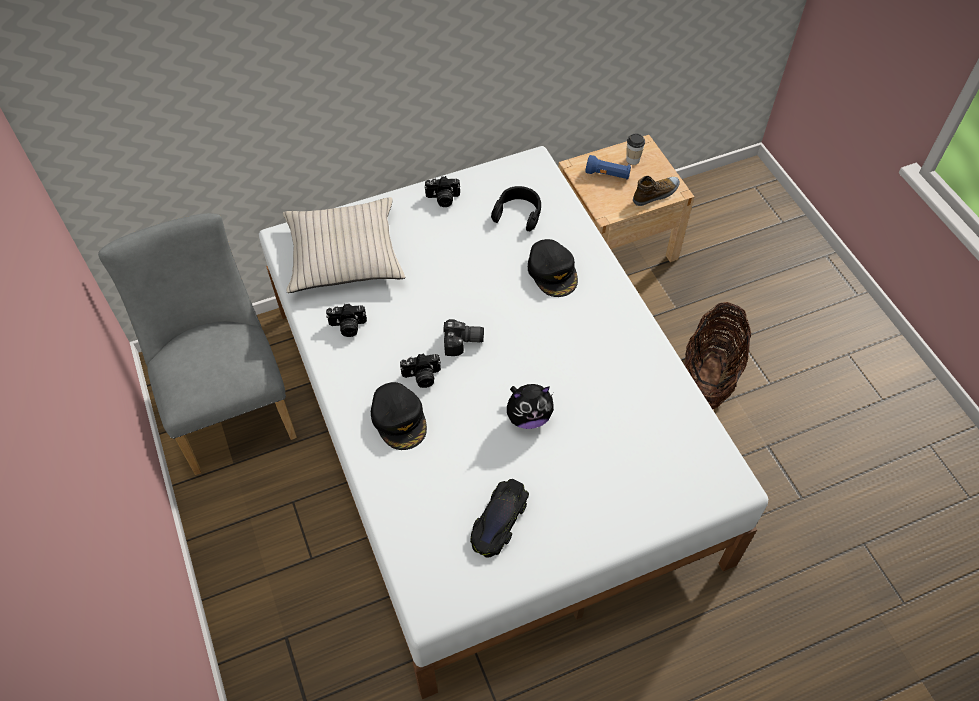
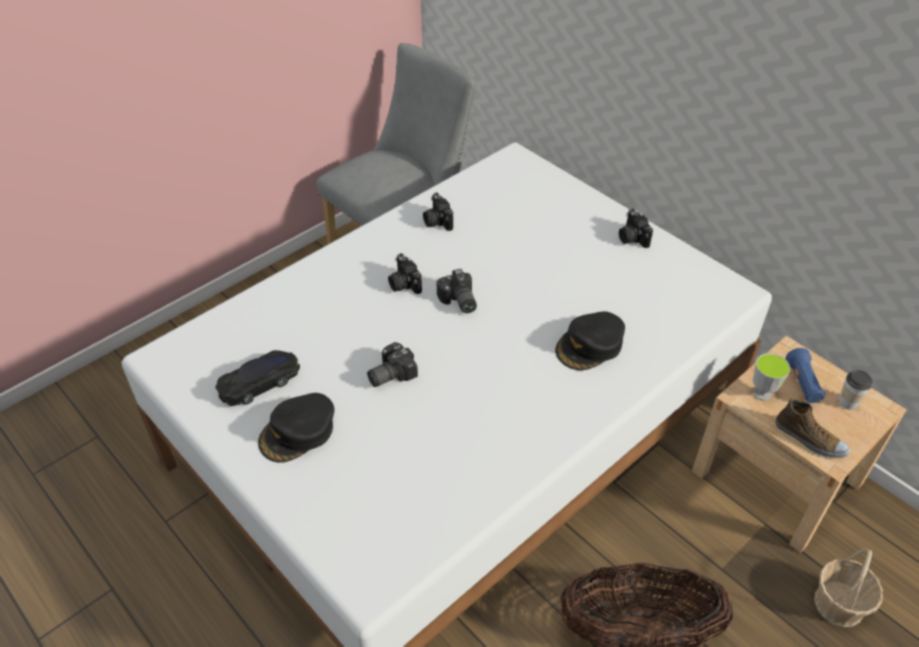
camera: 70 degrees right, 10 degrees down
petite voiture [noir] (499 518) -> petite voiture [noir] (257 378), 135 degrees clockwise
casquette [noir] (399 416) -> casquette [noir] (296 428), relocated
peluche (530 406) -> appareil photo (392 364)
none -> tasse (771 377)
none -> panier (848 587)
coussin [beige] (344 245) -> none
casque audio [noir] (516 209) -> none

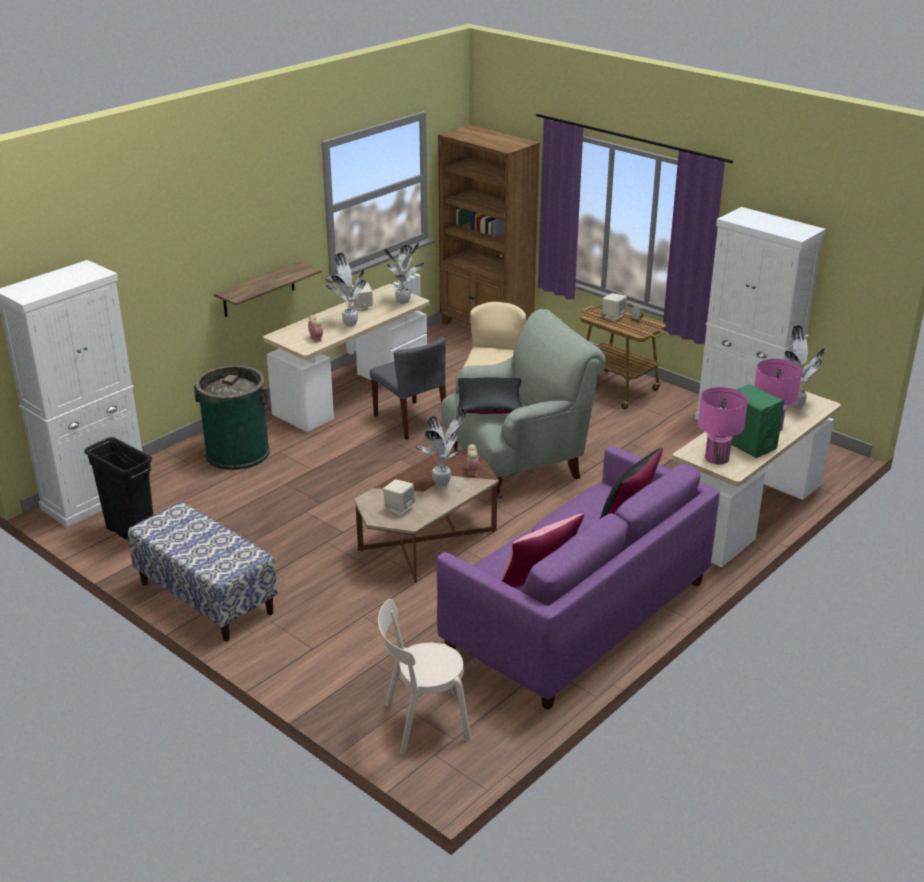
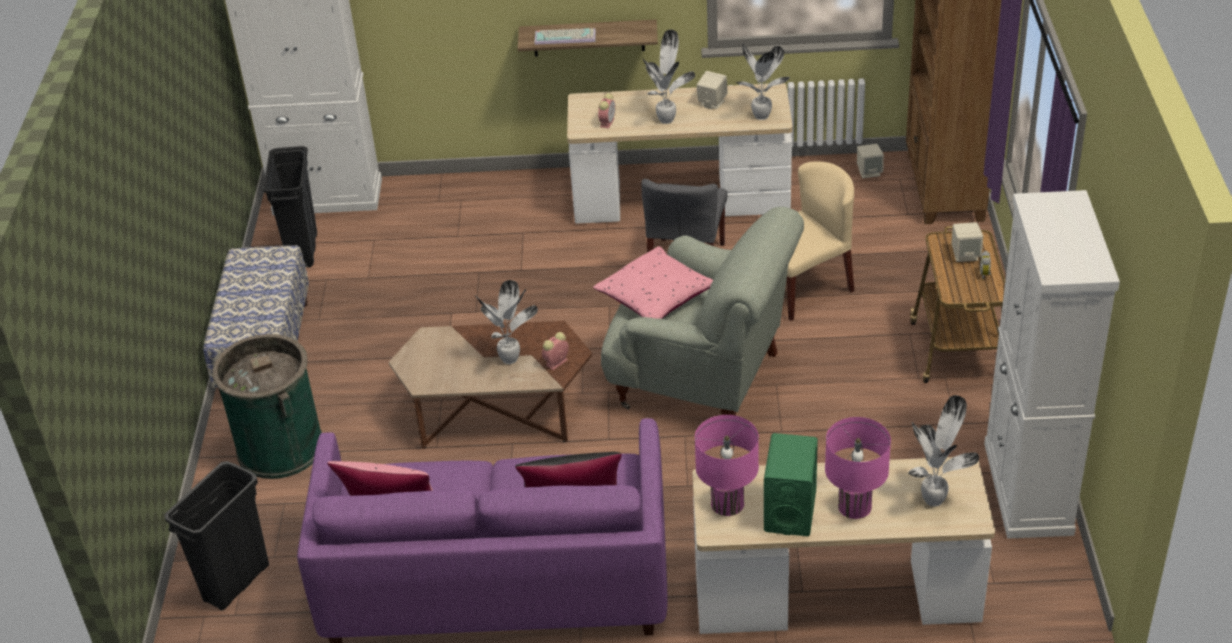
camera: 50 degrees right, 10 degrees up
chaise [beige] (424 677) -> poubelle [noir] (216 536)
poubelle [vert] (232 417) -> poubelle [vert] (267 406), relocated
none -> clavier (565 36)
coussin [noir] (490 396) -> coussin [rose] (653 282)
enceinte [beige] (399 497) -> enceinte [beige] (870 161), relocated

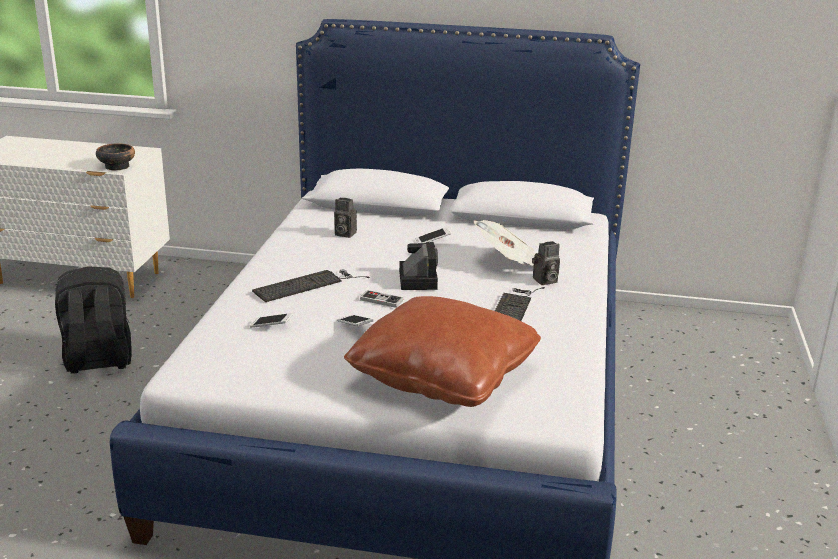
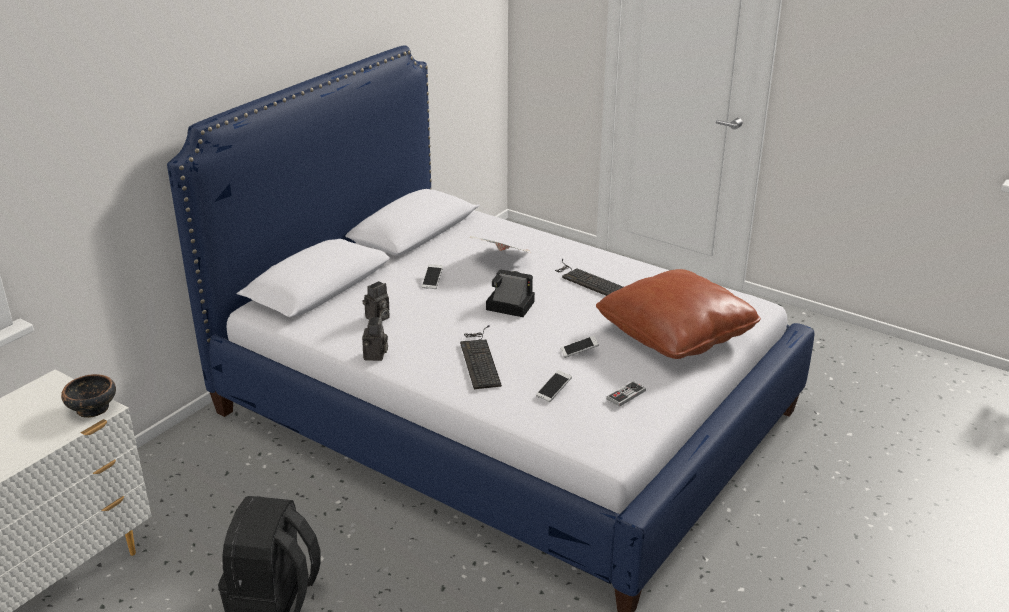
camera: 65 degrees left, 5 degrees up
appareil photo (546 263) -> appareil photo (375 338), relocated
manette (381 299) -> manette (626 394), relocated

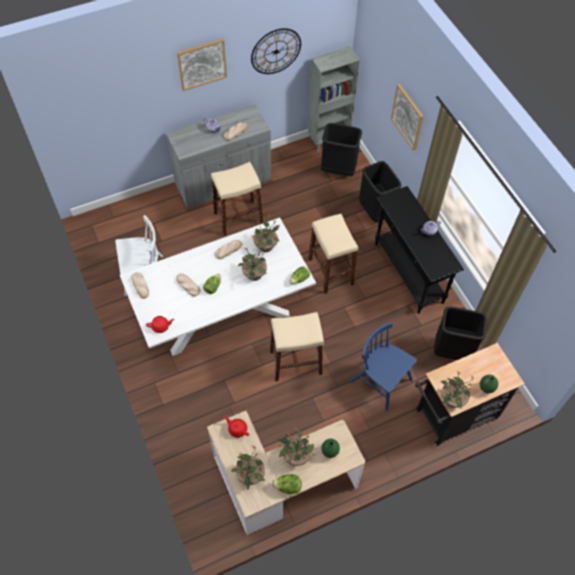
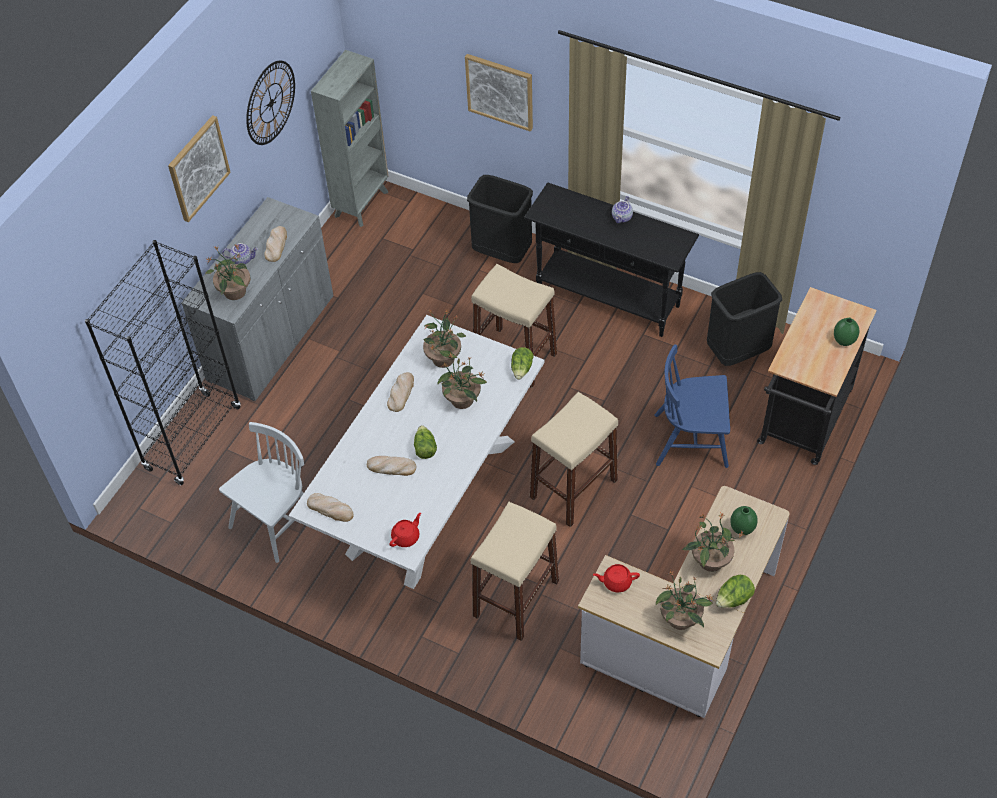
camera: 35 degrees left, 5 degrees down
none -> bibliothèque [noir] (163 362)
plante en pot (458 390) -> plante en pot (228 272), relocated
tabouret [beige] (237 199) -> tabouret [beige] (515 571), relocated
poubelle [noir] (341 149) -> none

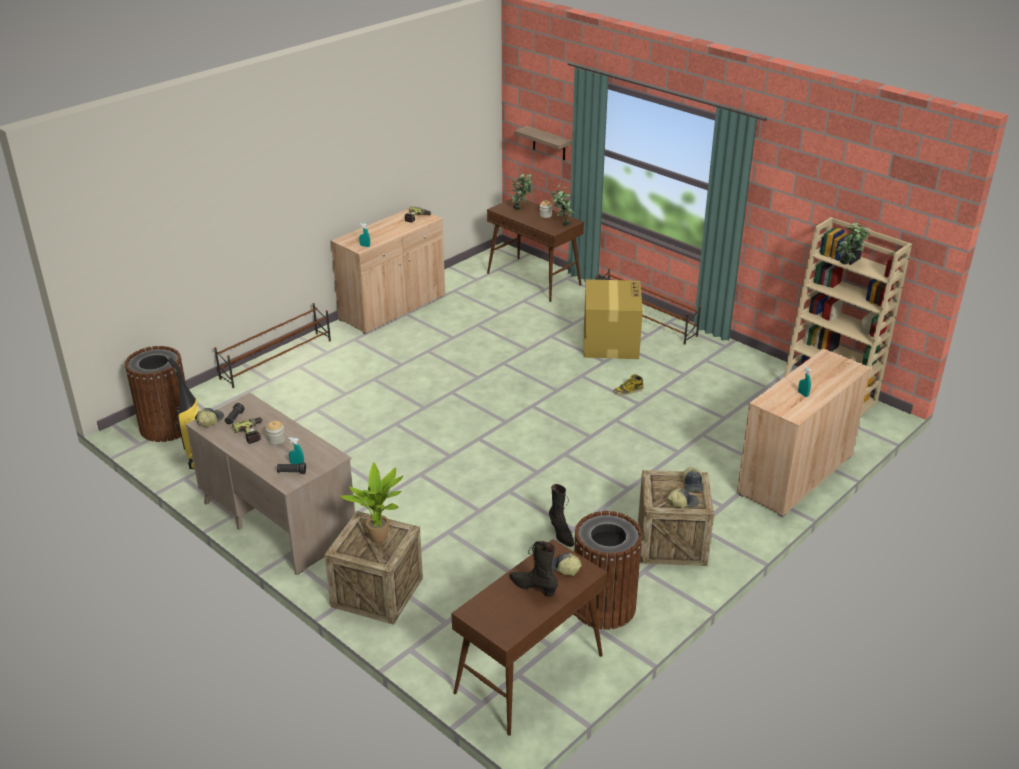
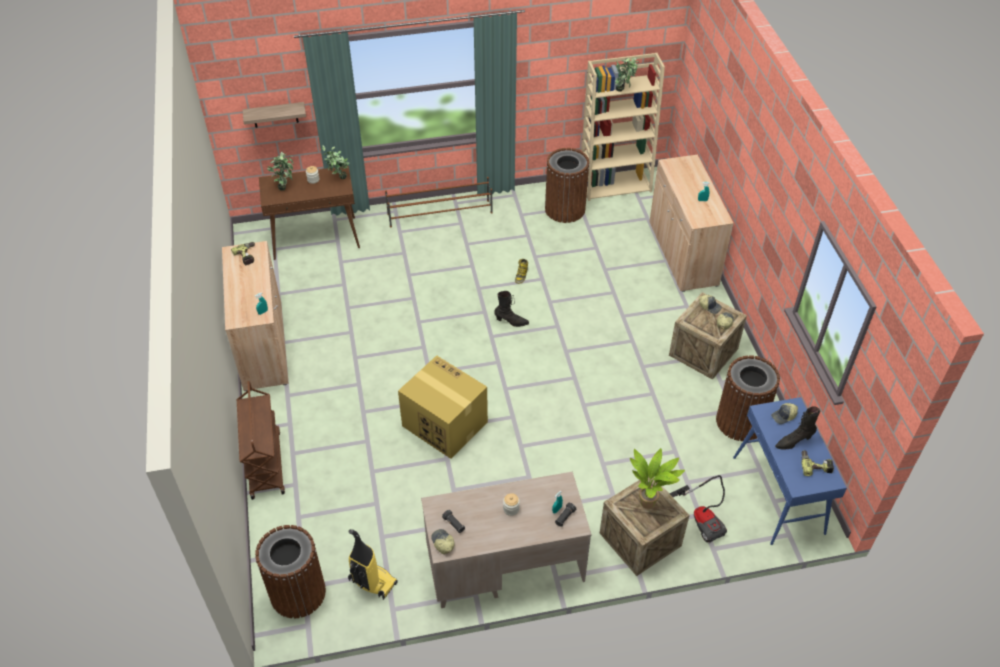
camera: 55 degrees left, 15 degrees up
étagère à chaussures [marron] (272 345) -> chariot [marron] (261 440)
carton (613 319) -> carton (443 407), relocated
botte [noir] (561 515) -> botte [noir] (511 309), relocated
none -> poubelle [marron] (567 185)
none -> aspirateur (698 509)
table console [marron] (529 637) -> table console [bleu] (790 471)
perceuse (247 430) -> perceuse (817 463), relocated

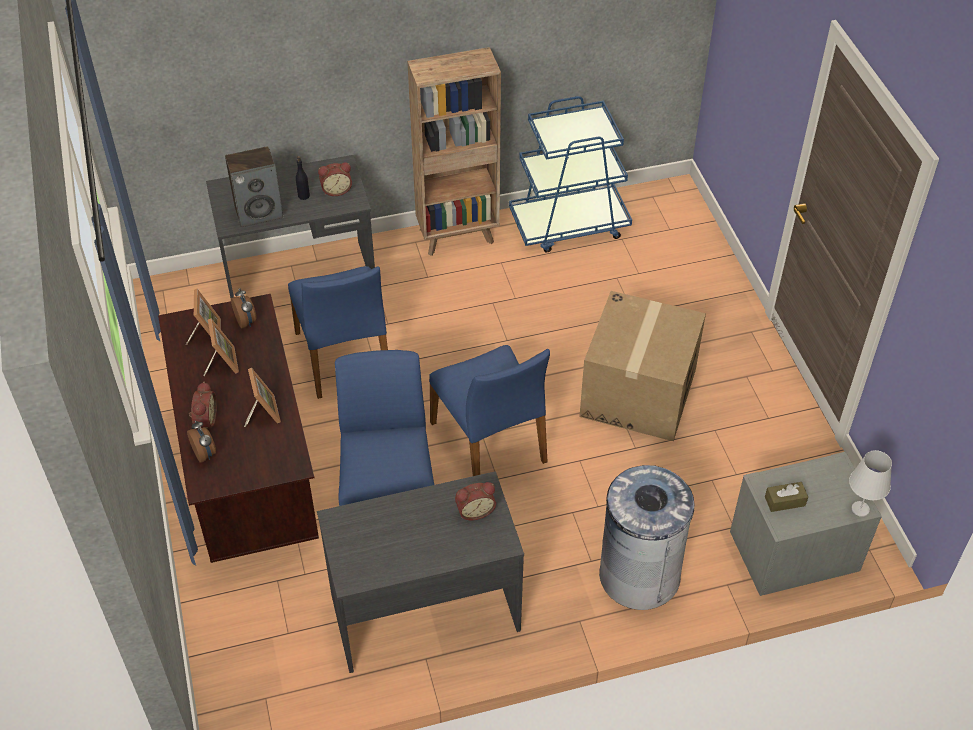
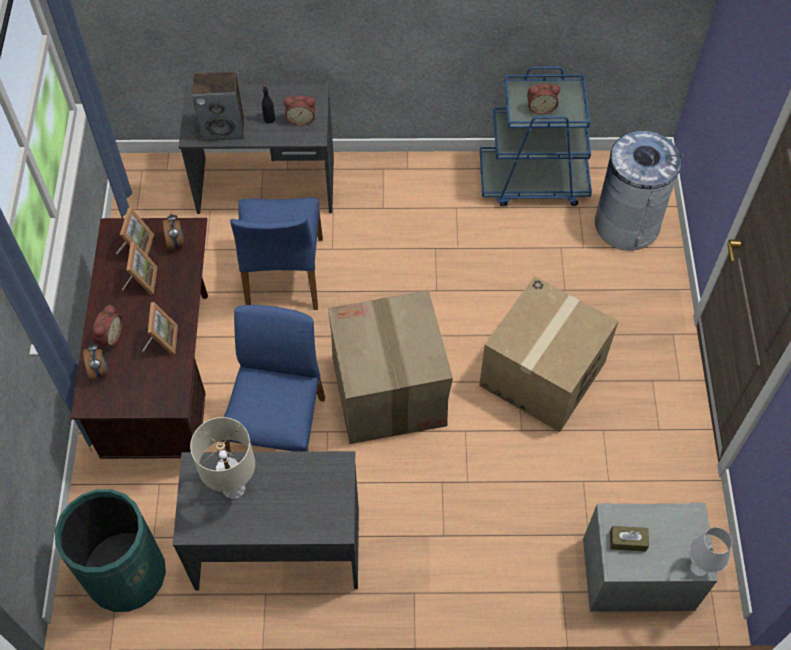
camera: 15 degrees right, 10 degrees up
none -> poubelle [vert] (110 550)
none -> lampe de table [beige] (222 458)
chaise [bleu] (489 410) -> carton (390 367)
réveil (475 501) -> réveil (543 99), relocated
poubelle [gris] (647 537) -> poubelle [gris] (639 190), relocated
bibliothèque [marron] (454 151) -> none

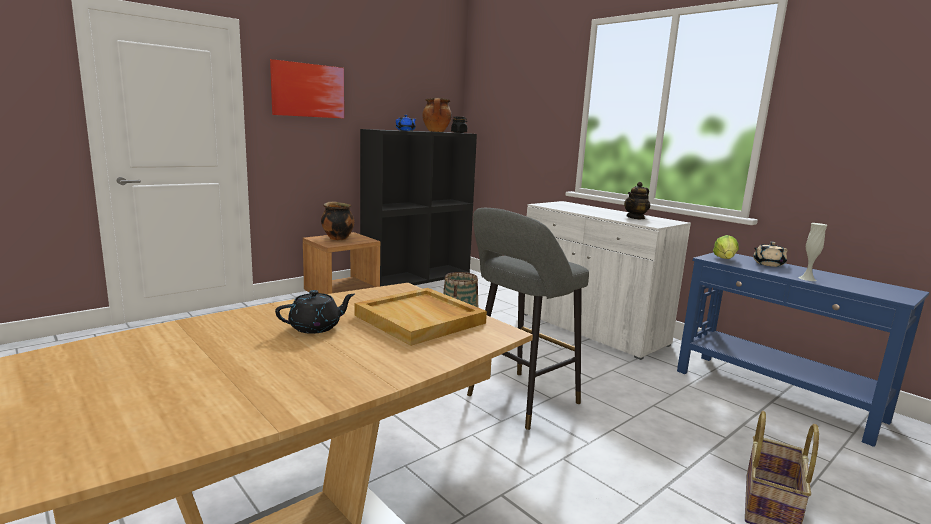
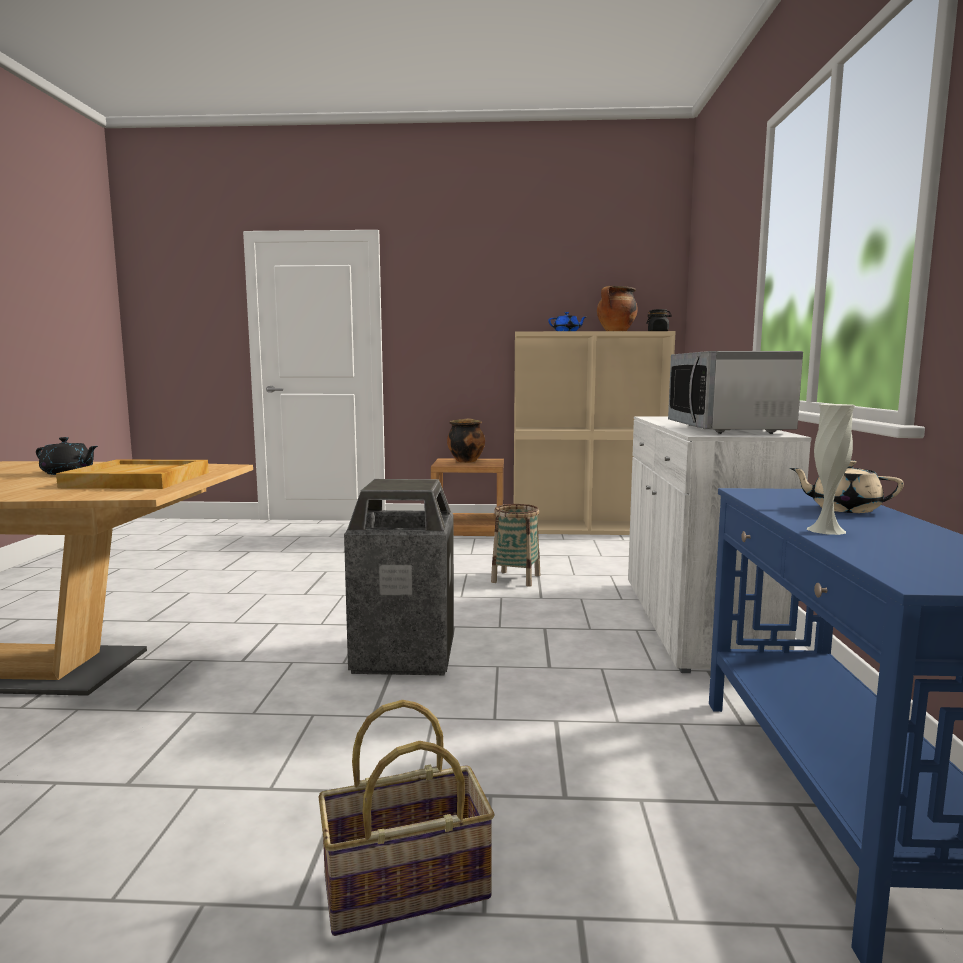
camera: 45 degrees right, 5 degrees down
tabouret [gris] (528 319) -> poubelle (399 577)
bibliothèque [noir] (418 207) -> bibliothèque [beige] (594 433)
théière (637 200) -> micro-ondes (735 392)
tableau (307 88) -> none
laitue (726 247) -> none

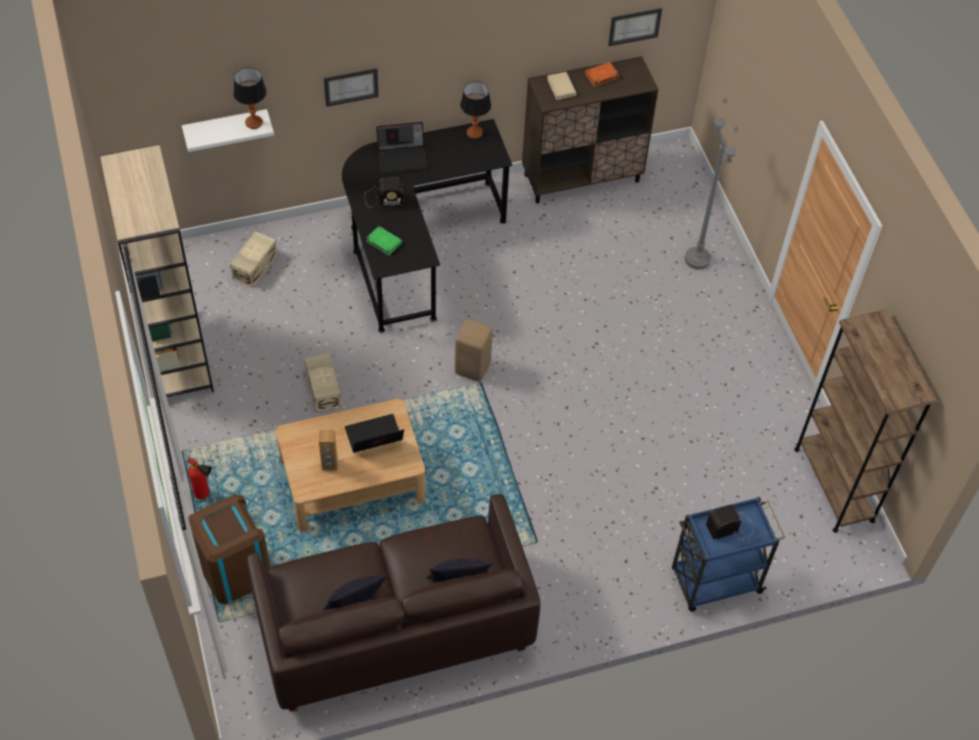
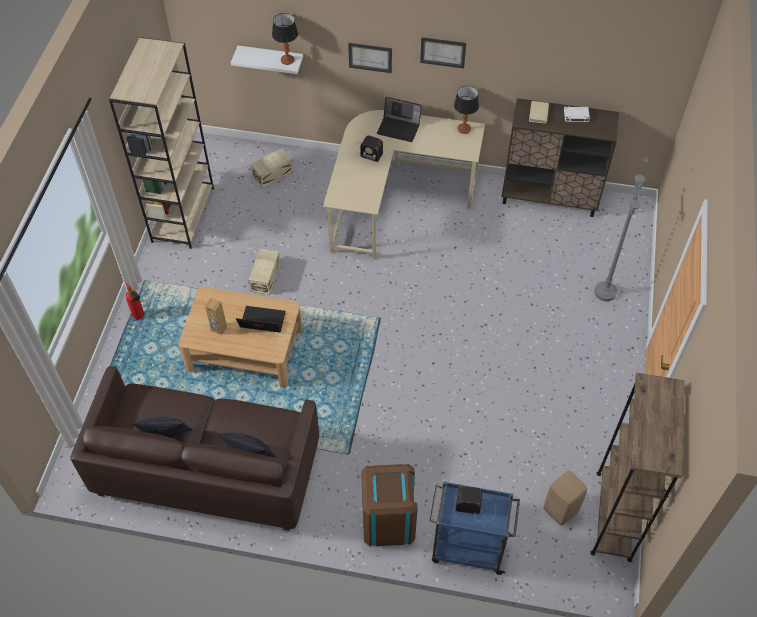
camera: 30 degrees right, 0 degrees up
bureau [noir] (427 226) -> bureau [beige] (404 185)
poubelle [marron] (229 549) -> poubelle [marron] (389 505), relocated
tableau (635 27) -> tableau (443 53), relocated
tabouret [beige] (473 350) -> tabouret [beige] (565 498), relocated
livre [orange] (602 74) -> livre [blanc] (577 114)
livre [vert] (384 240) -> none

